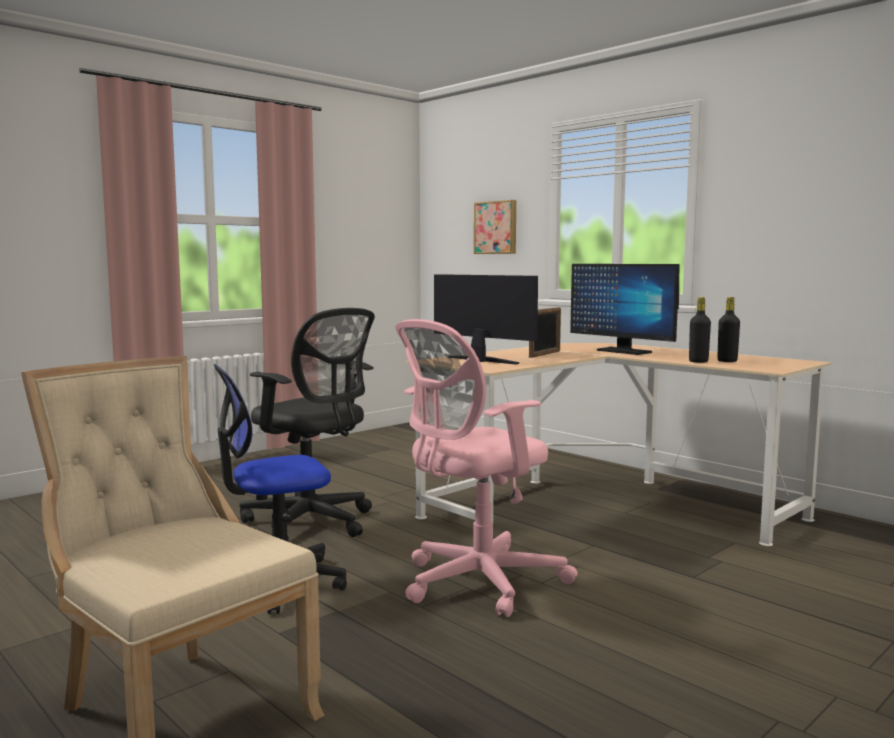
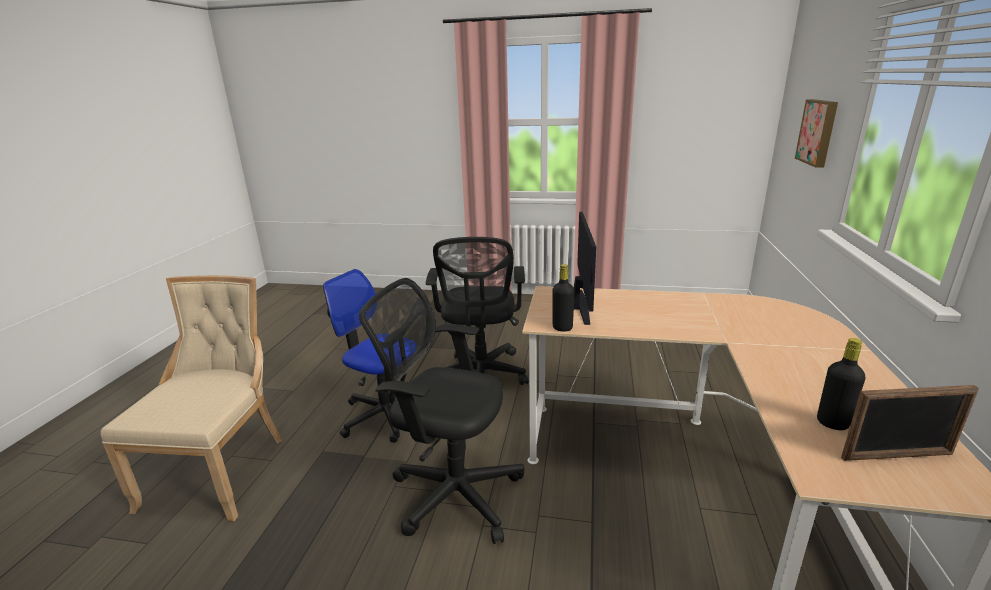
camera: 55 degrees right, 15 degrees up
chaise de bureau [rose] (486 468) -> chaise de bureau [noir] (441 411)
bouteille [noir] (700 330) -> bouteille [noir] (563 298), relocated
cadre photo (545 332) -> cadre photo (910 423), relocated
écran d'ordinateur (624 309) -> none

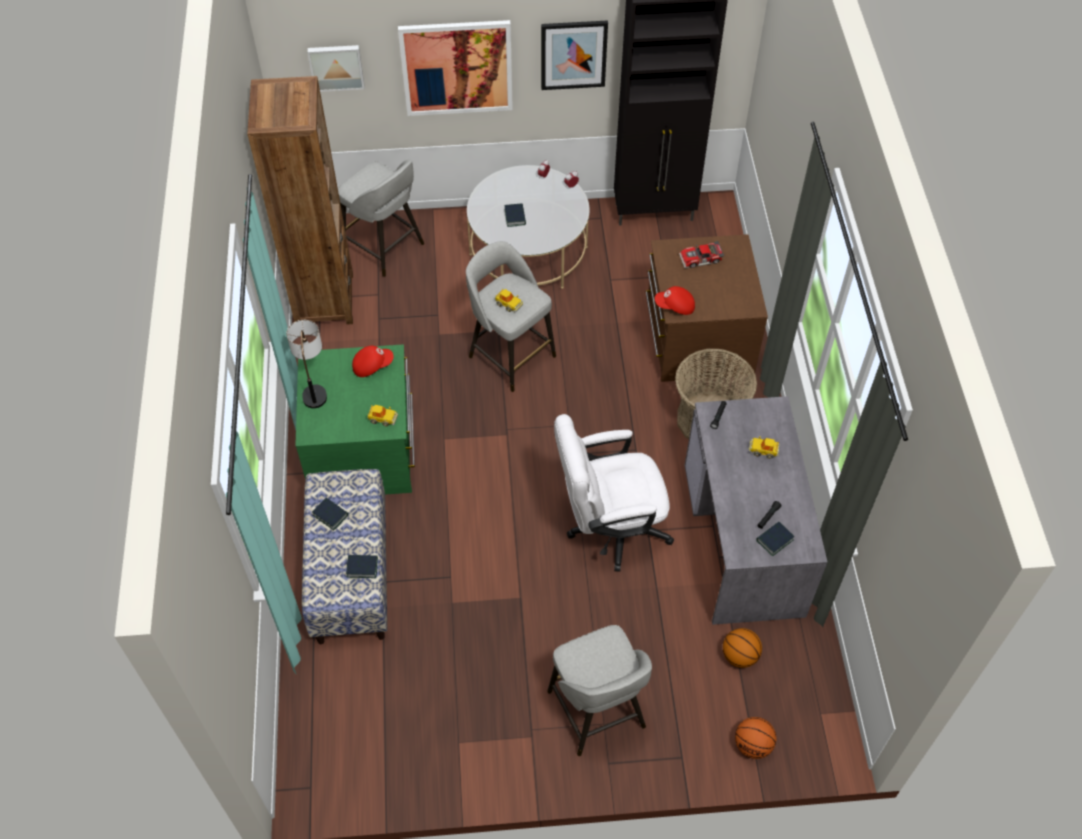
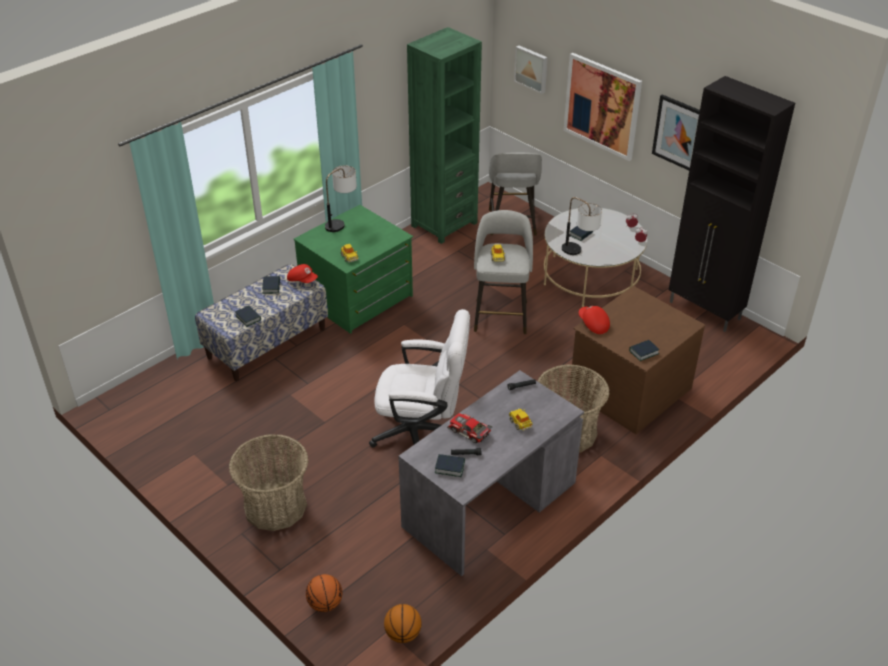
camera: 50 degrees right, 15 degrees down
tabouret [gris] (599 690) -> panier (268 482)
casquette [rouge] (373 361) -> casquette [rouge] (302 273), relocated
chaise de bureau [blanc] (614 493) -> chaise de bureau [blanc] (419 378), 150 degrees clockwise
ballon de basket (742 648) -> ballon de basket (402 623), relocated
bibliothèque [marron] (300 200) -> bibliothèque [vert] (444 135)
petite voiture (701 254) -> petite voiture (469 428), relocated
none -> lampe de table (582 226)
none -> livre (644 350)

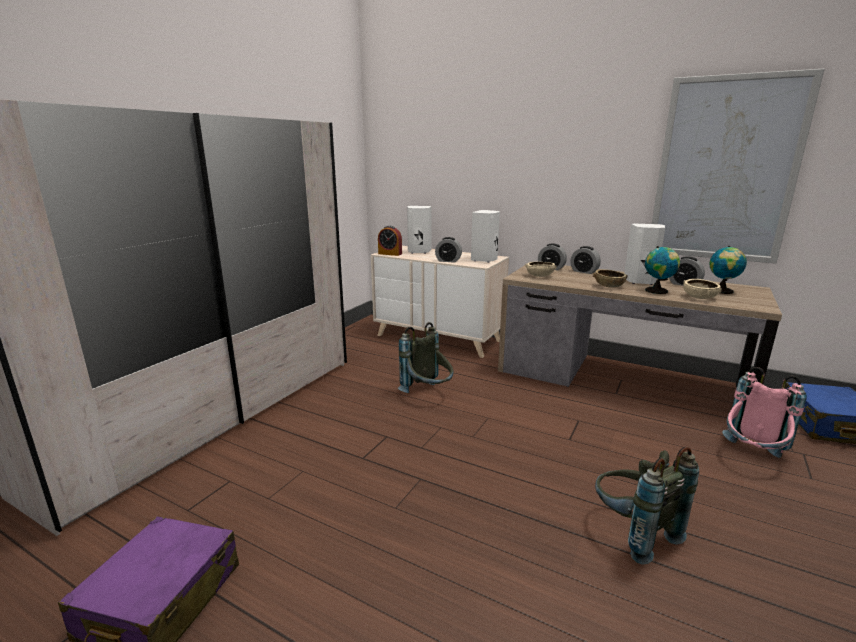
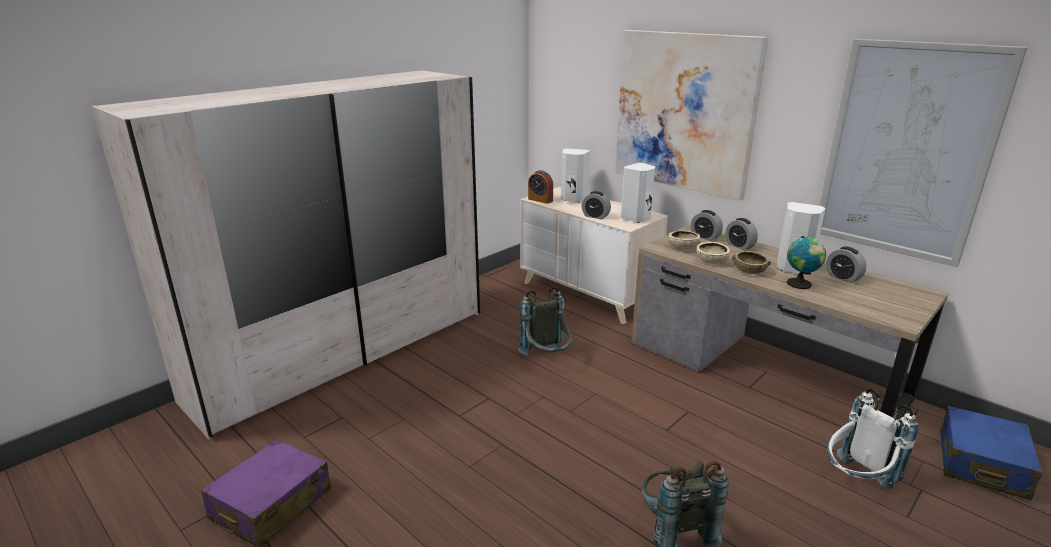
camera: 15 degrees right, 5 degrees up
none -> tableau (692 115)
bol [beige] (702 289) -> bol [beige] (713 253), relocated
sac à dos [rose] (764 412) -> sac à dos [blanc] (873 438)
globe (728 270) -> none

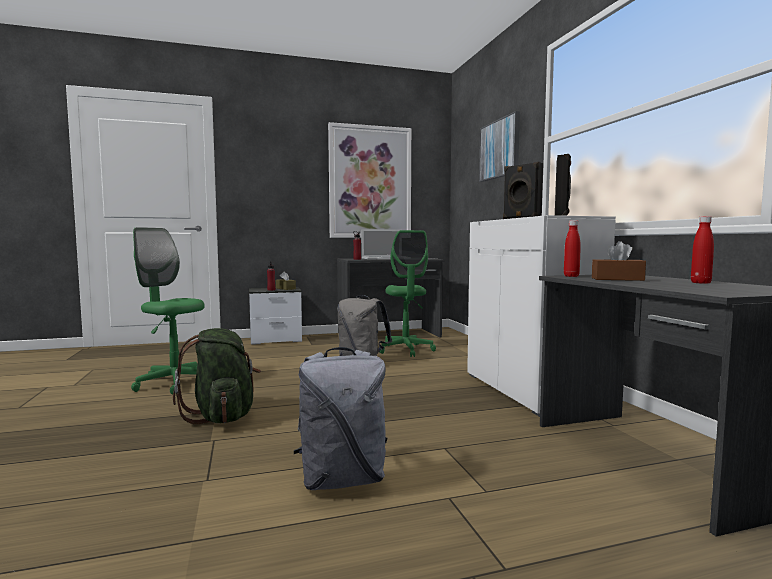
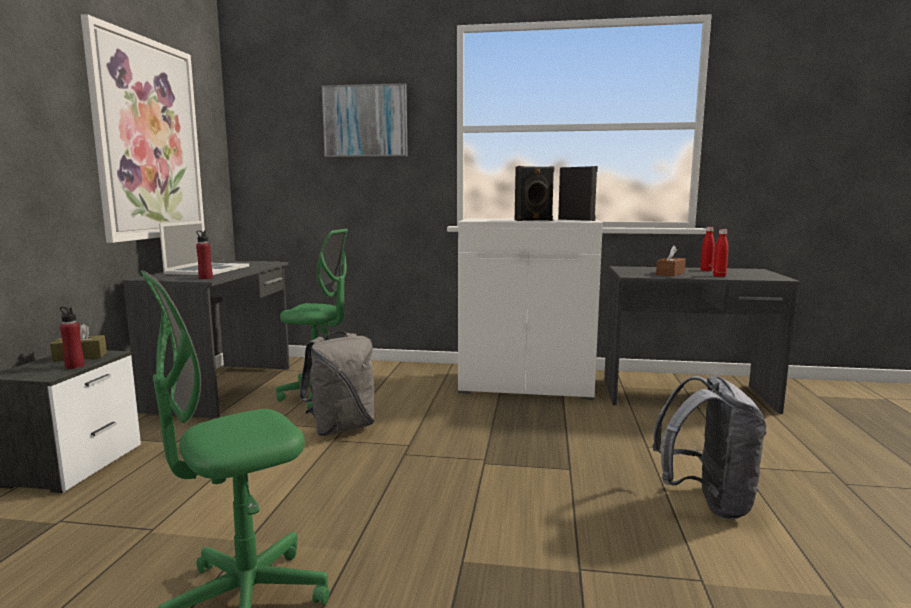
camera: 65 degrees left, 5 degrees up
bouteille [rouge] (572 248) -> bouteille [rouge] (720 253), relocated
sac à dos [vert] (217 376) -> none

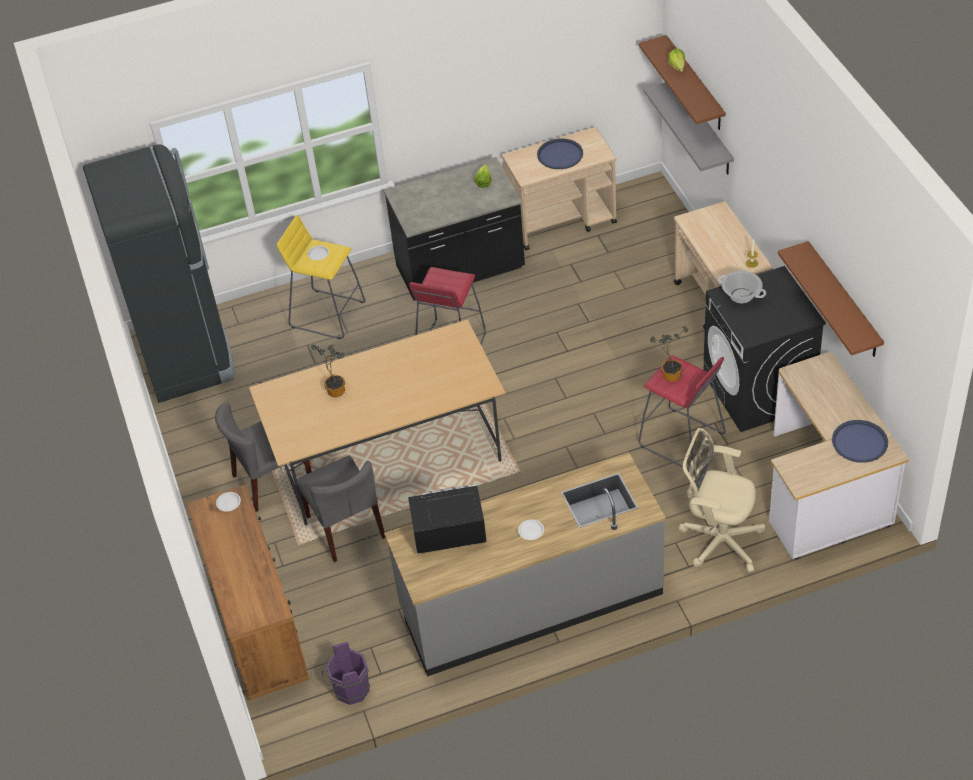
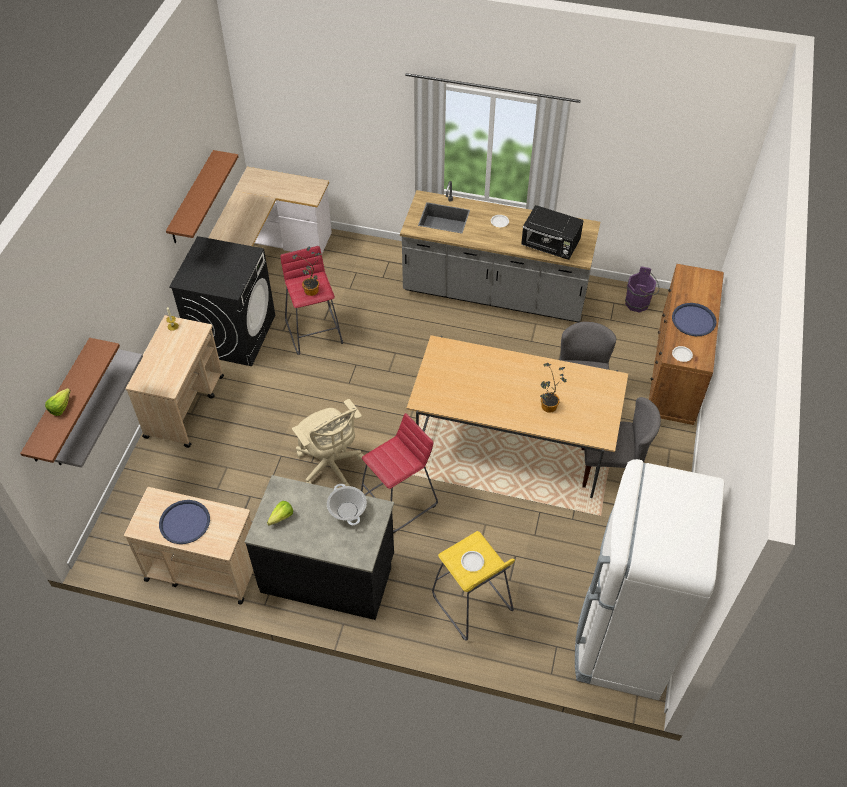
camera: 150 degrees left, 5 degrees up
chaise de bureau [beige] (722 500) -> chaise de bureau [beige] (328 442), relocated
marmite (742 287) -> marmite (347 505), relocated
réfrigérateur [noir] (158 273) -> réfrigérateur [blanc] (649 579)
plateau [bleu] (860 441) -> plateau [bleu] (694 319), relocated

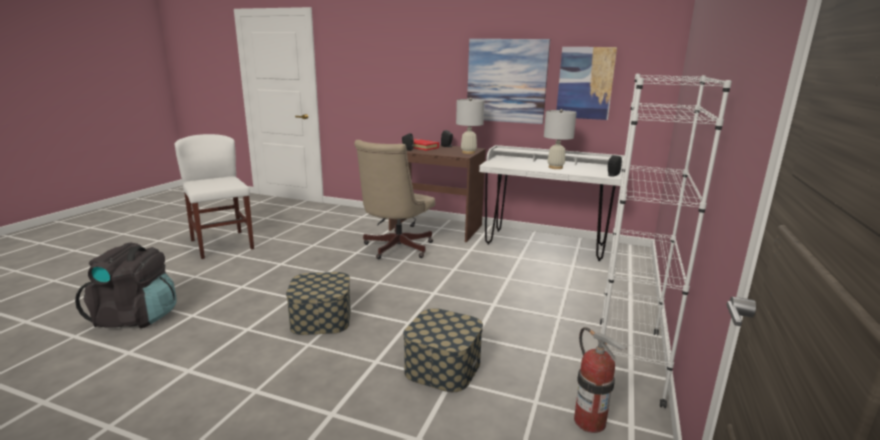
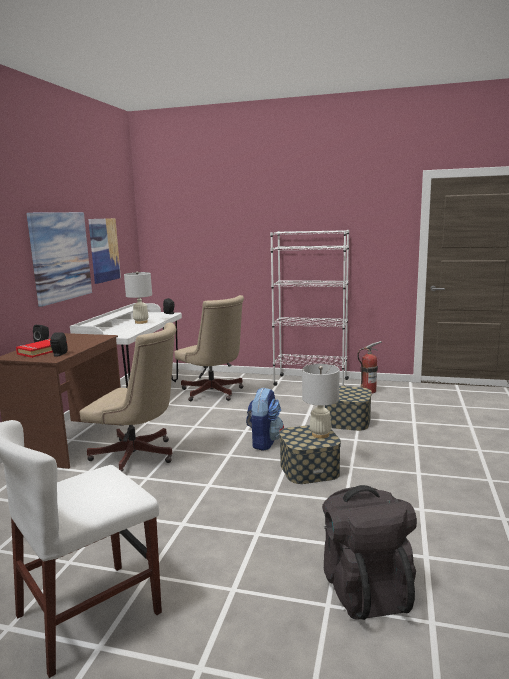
camera: 95 degrees left, 5 degrees down
none -> chaise de bureau [beige] (209 348)
none -> sac à dos (265 419)
lampe de table [blanc] (470 126) -> lampe de table [blanc] (320 401), relocated

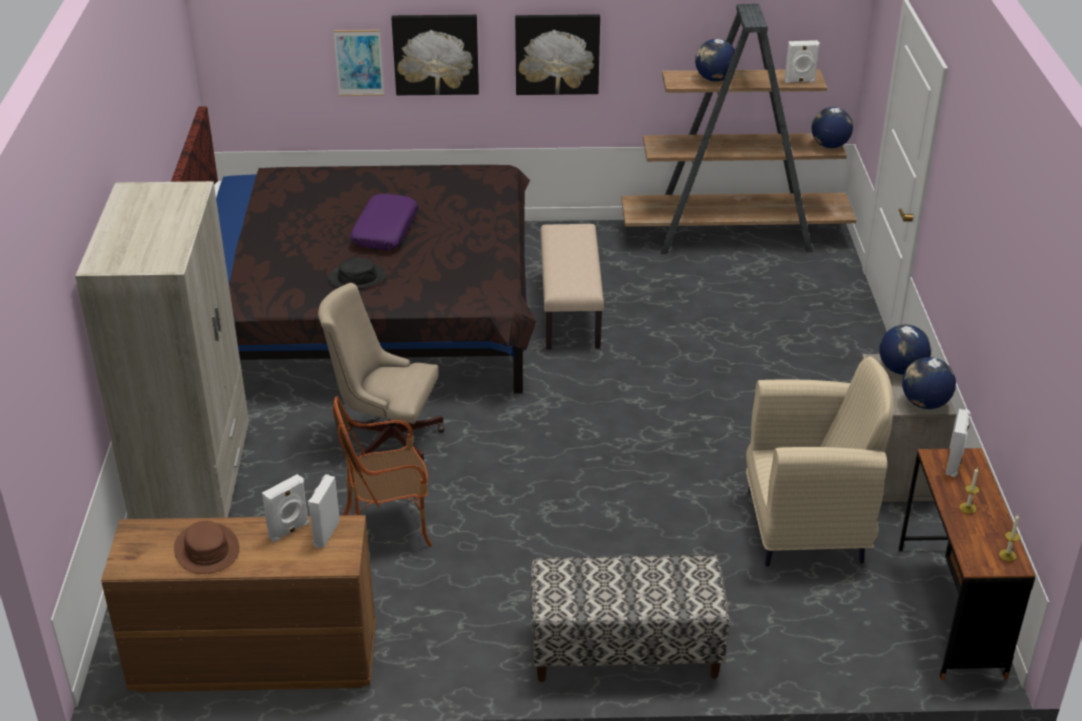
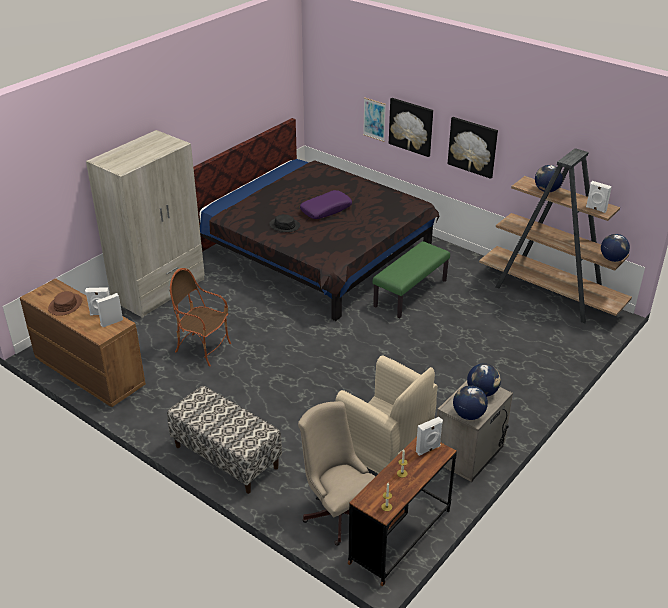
camera: 40 degrees right, 0 degrees up
chaise de bureau [beige] (381 371) -> chaise de bureau [beige] (336 473), relocated
banc [beige] (572 287) -> banc [vert] (411 279)

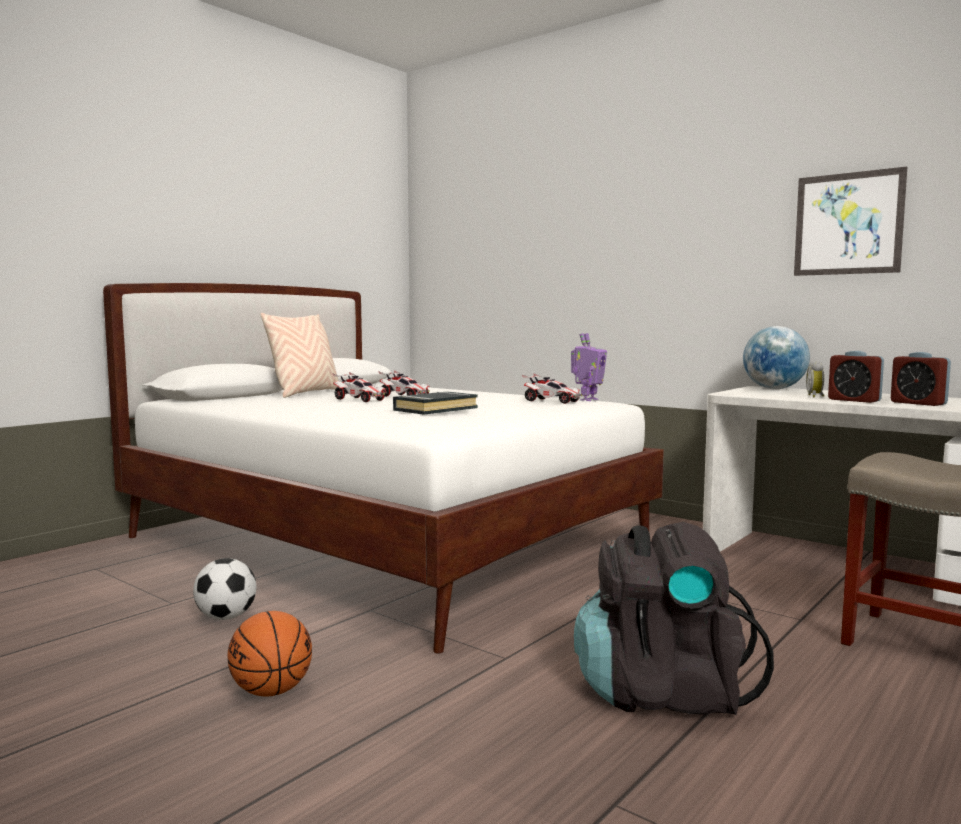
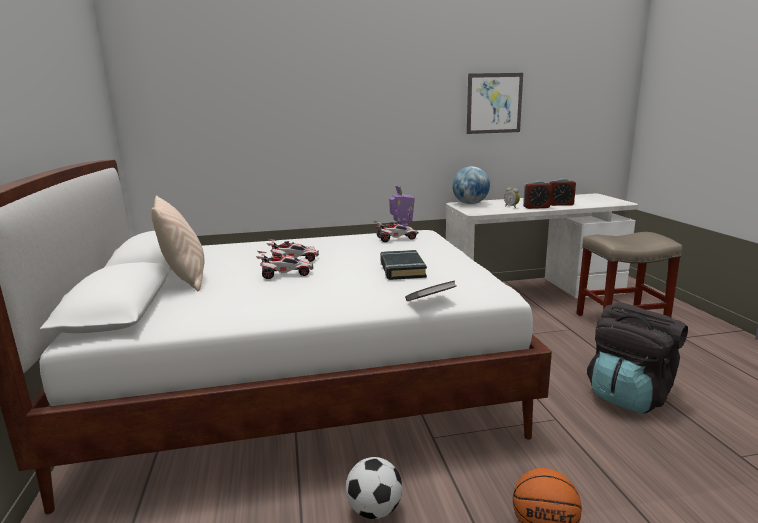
camera: 50 degrees left, 10 degrees up
none -> livre (431 291)

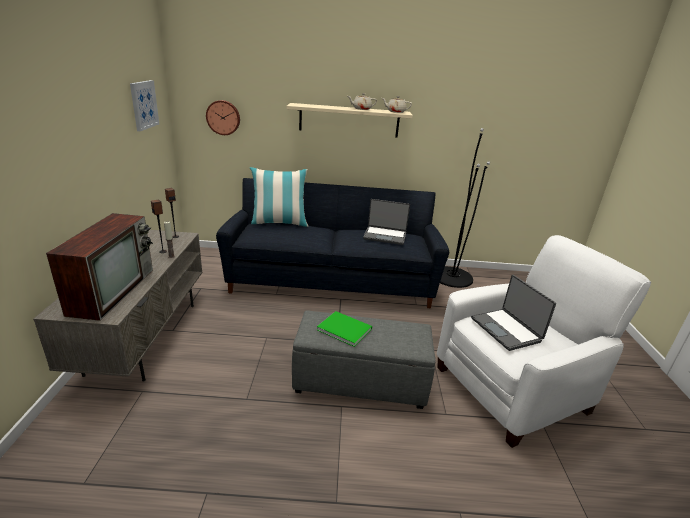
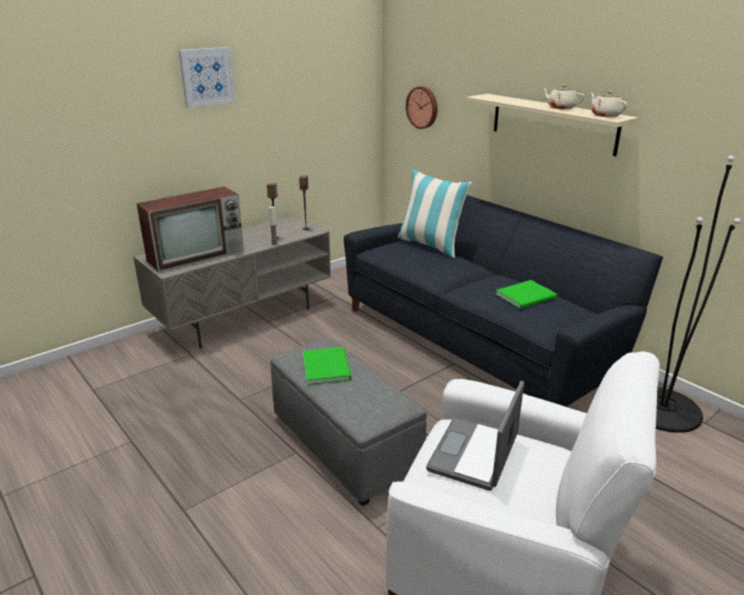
camera: 50 degrees right, 0 degrees up
tableau (144 105) -> tableau (207 77), relocated
ordinateur portable (386 222) -> livre [vert] (526 294)

